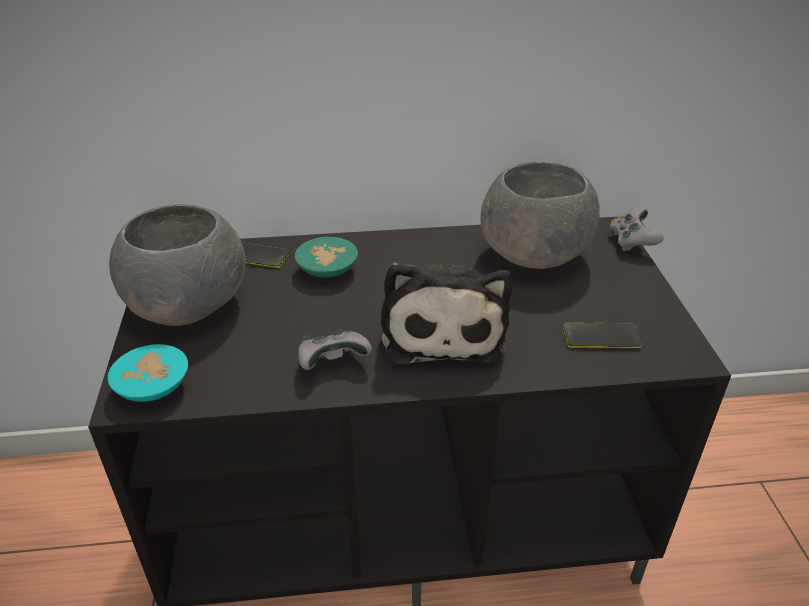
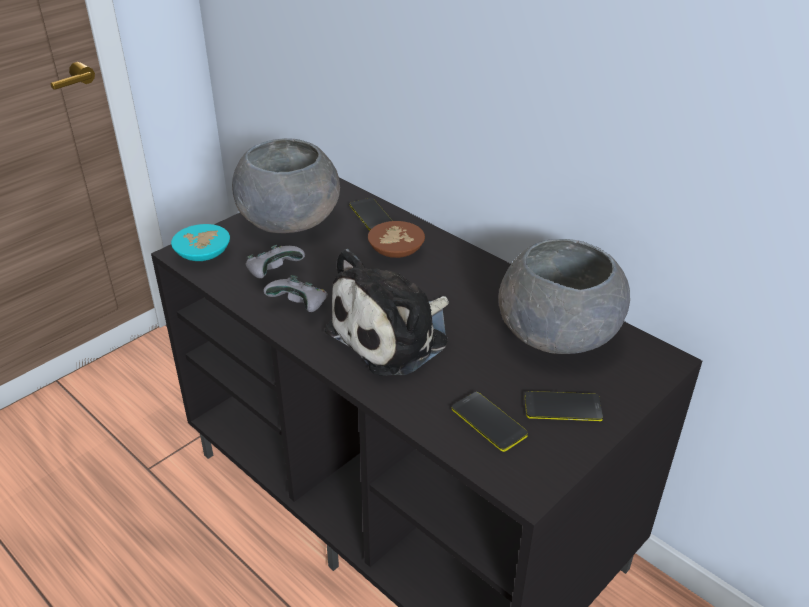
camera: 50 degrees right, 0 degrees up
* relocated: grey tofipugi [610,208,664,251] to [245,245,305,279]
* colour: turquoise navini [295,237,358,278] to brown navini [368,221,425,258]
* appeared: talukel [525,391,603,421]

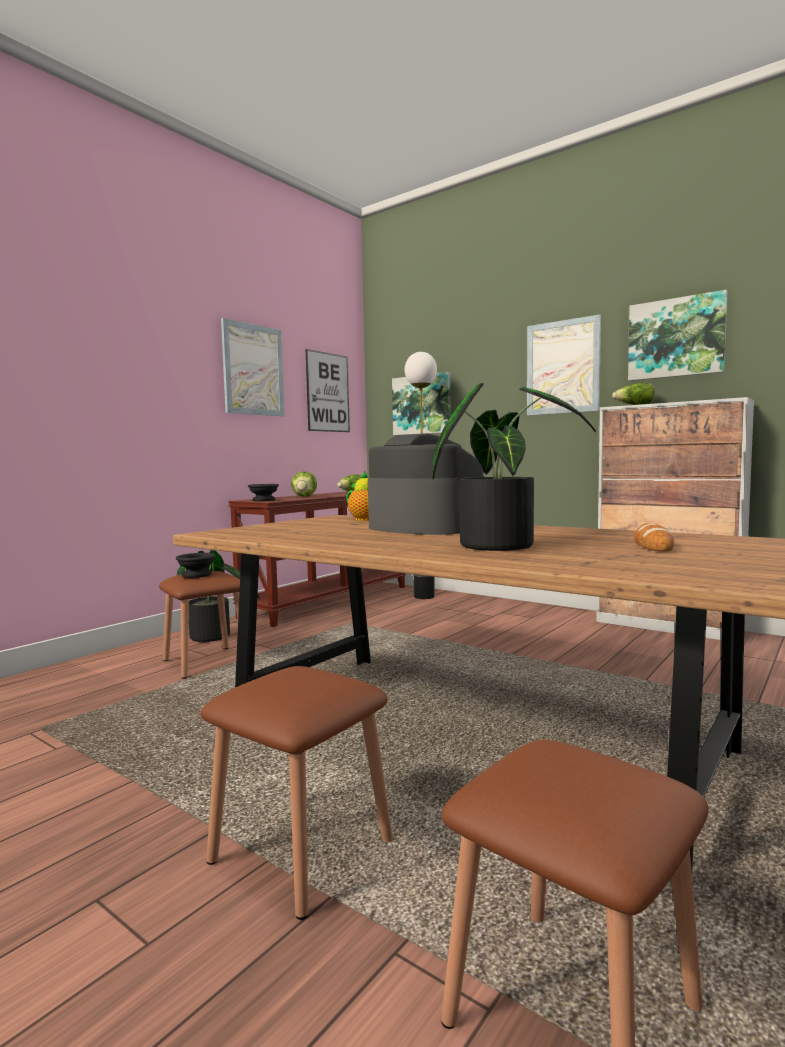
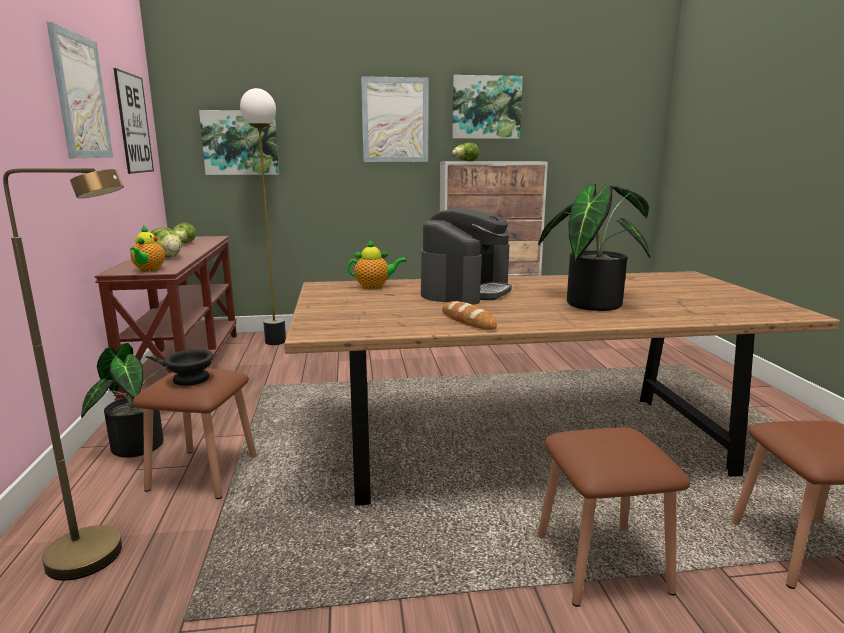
camera: 45 degrees left, 10 degrees up
* appeared: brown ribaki [3,168,124,581]
* exchanged: black navini [248,484,279,501] to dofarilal [130,225,165,272]
* spun: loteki [368,433,485,535] = [421,208,512,305] 120 degrees clockwise
* relocated: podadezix [634,523,674,552] to [442,301,497,330]

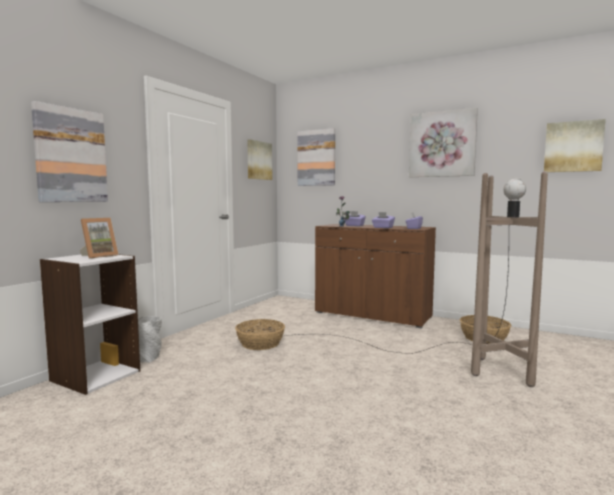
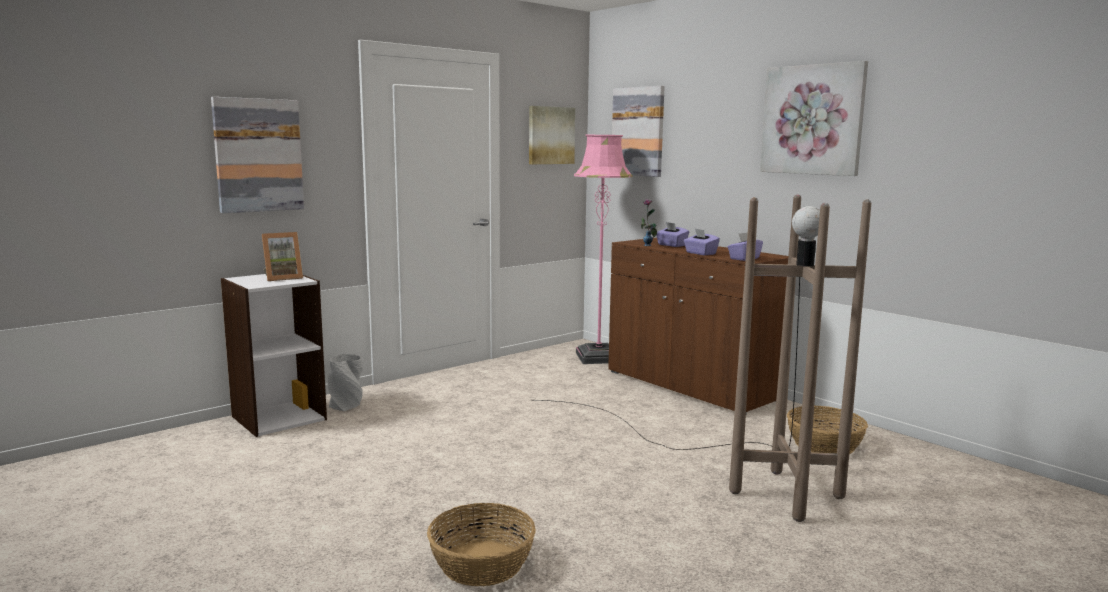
camera: 20 degrees right, 5 degrees up
* relocated: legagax [235,319,285,350] to [427,503,536,586]
* appeared: pink ribaki [574,135,633,364]
* missing: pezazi [544,119,606,172]

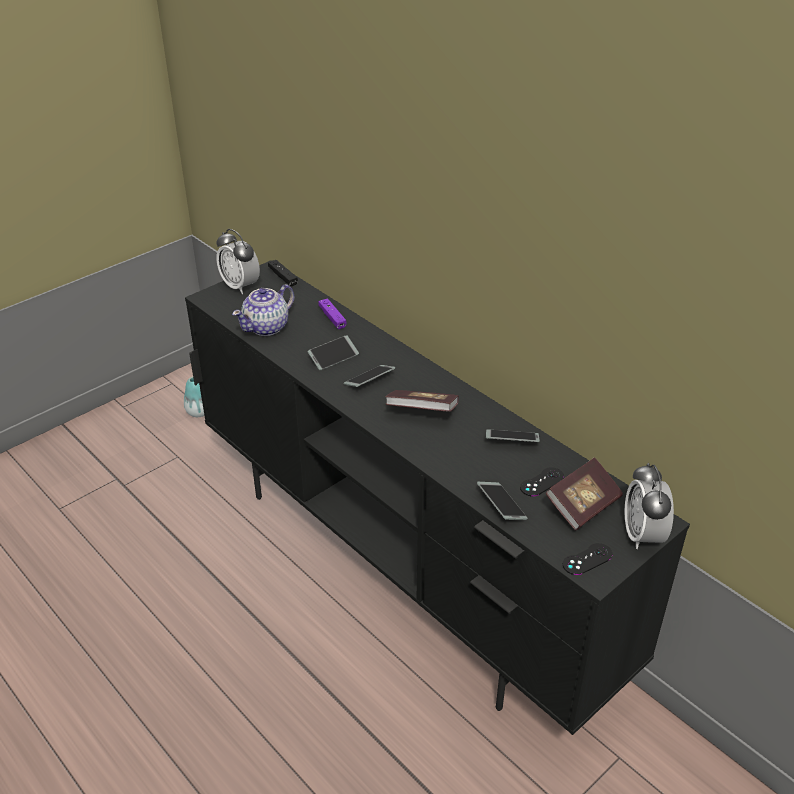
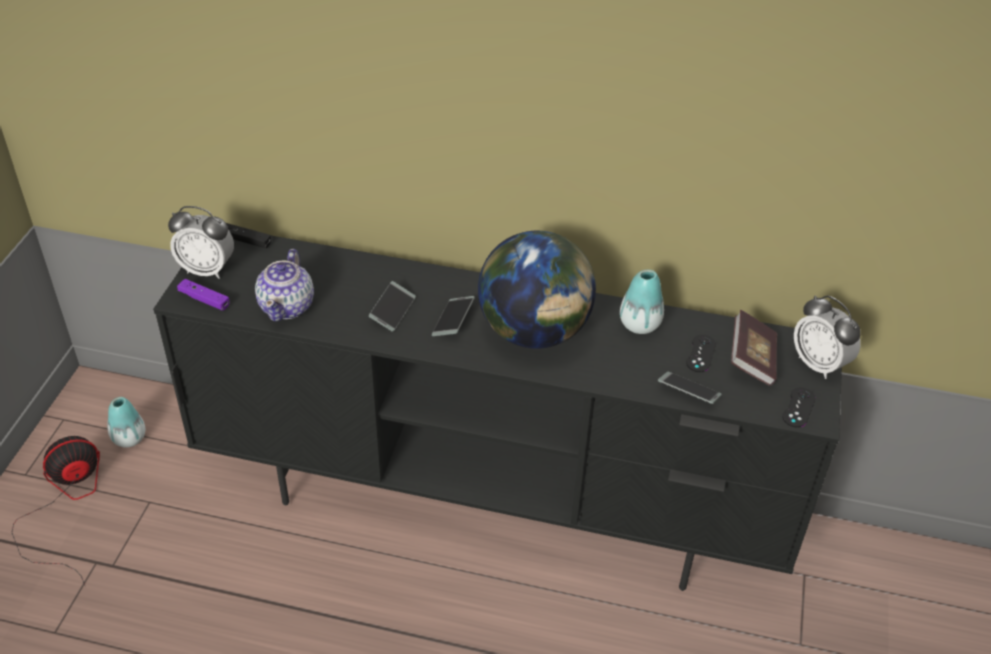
camera: 35 degrees left, 5 degrees up
* appeared: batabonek [12,436,100,587]
* relocated: purple tofipugi [319,298,346,329] to [177,279,230,311]
* exchanged: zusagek [385,390,459,412] to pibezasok [478,231,596,349]
* exchanged: talukel [486,429,540,442] to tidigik [620,270,664,334]

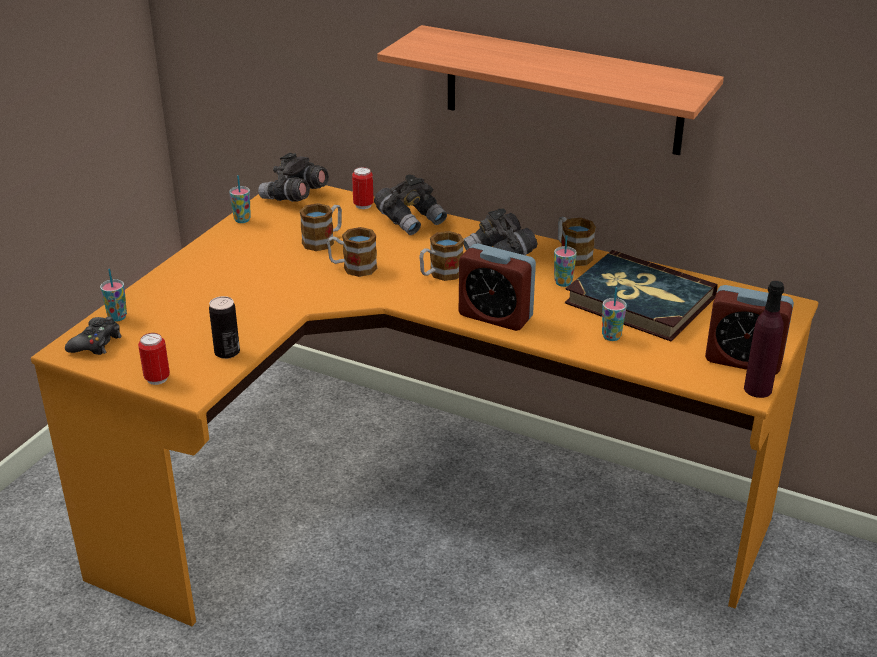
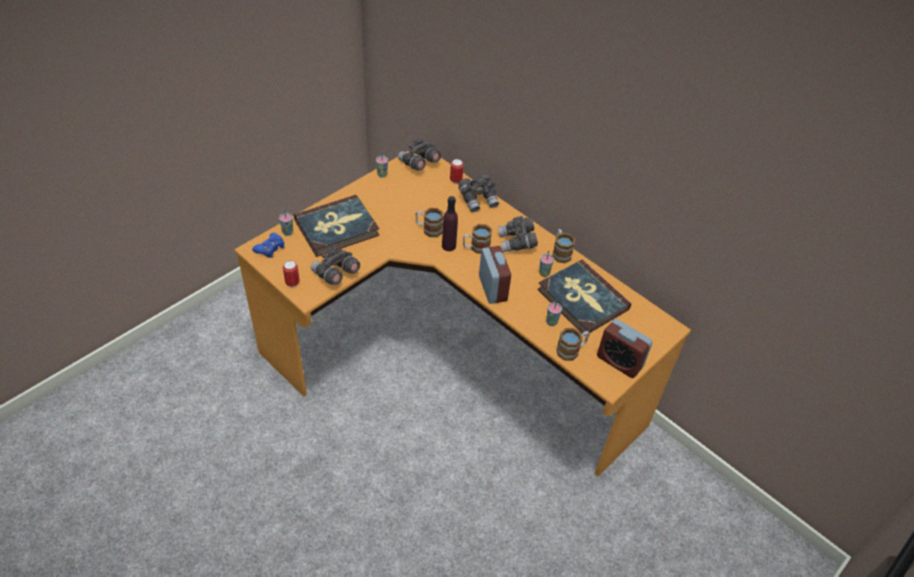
camera: 15 degrees right, 15 degrees up
* colour: black tofipugi [65,316,122,355] to blue tofipugi [252,233,285,258]
* appeared: zusagek [294,195,379,257]
* exchanged: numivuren [209,296,240,359] to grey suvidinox [311,247,360,285]
* relocated: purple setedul [744,281,784,398] to [442,196,458,251]
* spun: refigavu [459,243,536,331] = [479,246,511,304] 150 degrees counterclockwise
* relocated: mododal [300,203,342,251] to [556,328,589,361]
* missing: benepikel [377,25,724,155]

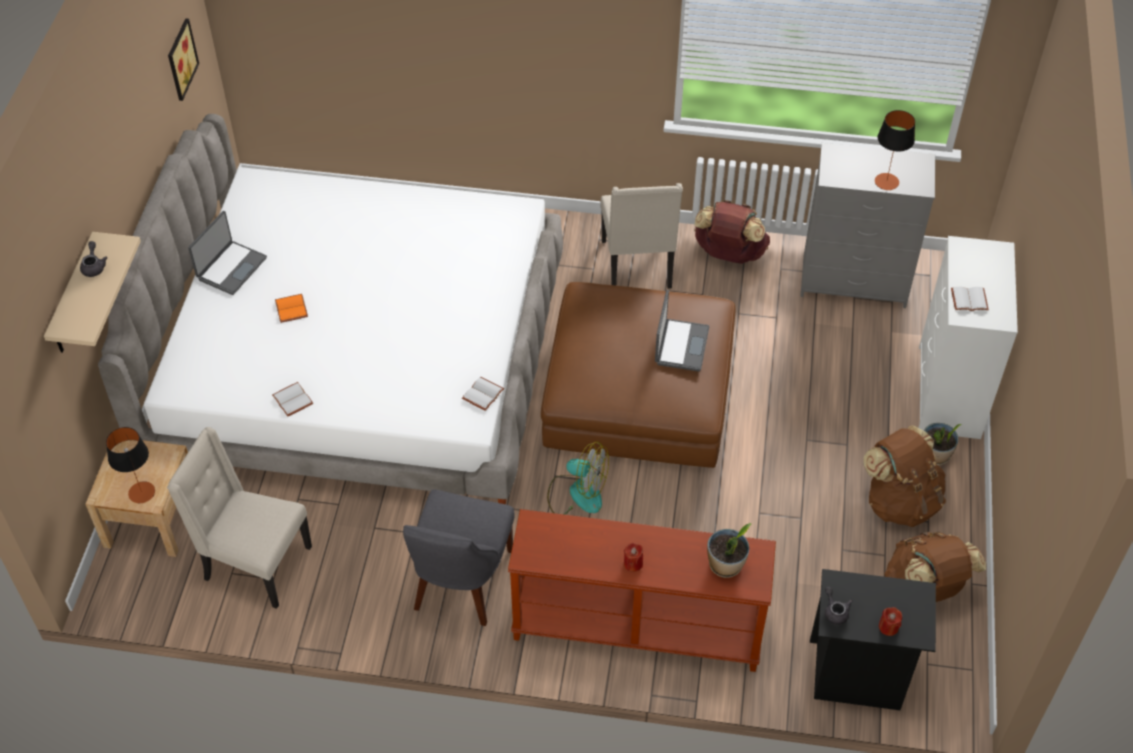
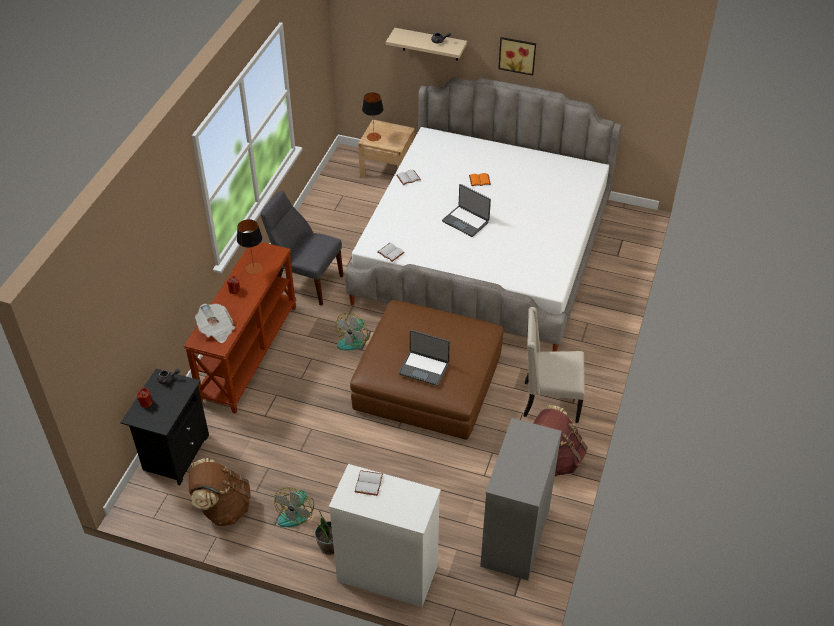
camera: 100 degrees right, 5 degrees down
* exchanged: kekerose [707,523,752,578] to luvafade [195,304,235,343]
* relocated: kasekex [875,110,915,190] to [237,219,262,274]
* exchanged: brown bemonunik [863,425,946,527] to batabonek [274,487,314,527]
* relocated: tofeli [188,211,267,295] to [442,184,491,237]
* relocated: pezazi [168,18,199,101] to [498,37,536,76]
* missing: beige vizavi [167,427,312,609]

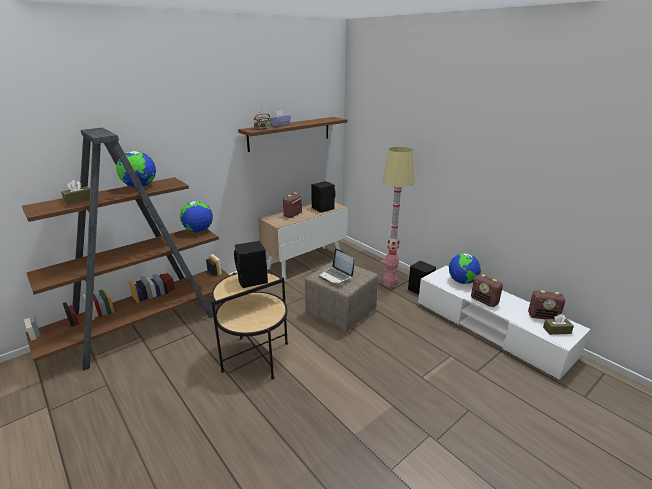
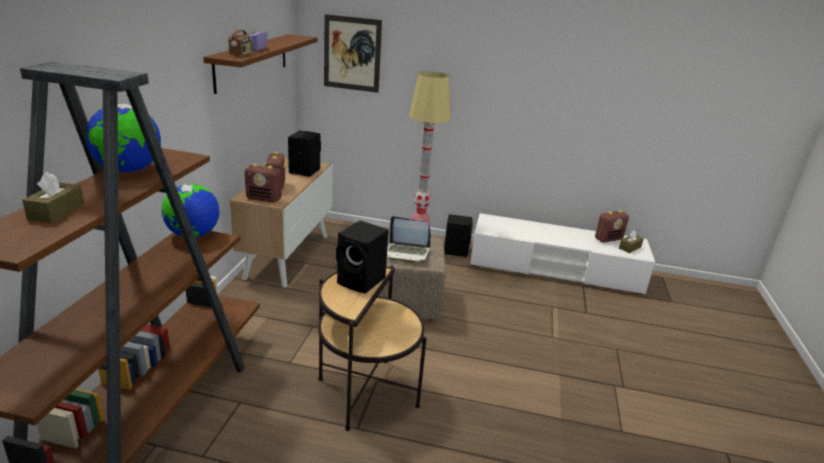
camera: 40 degrees left, 0 degrees up
* relocated: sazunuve [471,274,503,307] to [245,164,282,203]
* appeared: pezazi [324,14,382,93]
* missing: pibezasok [449,253,481,284]

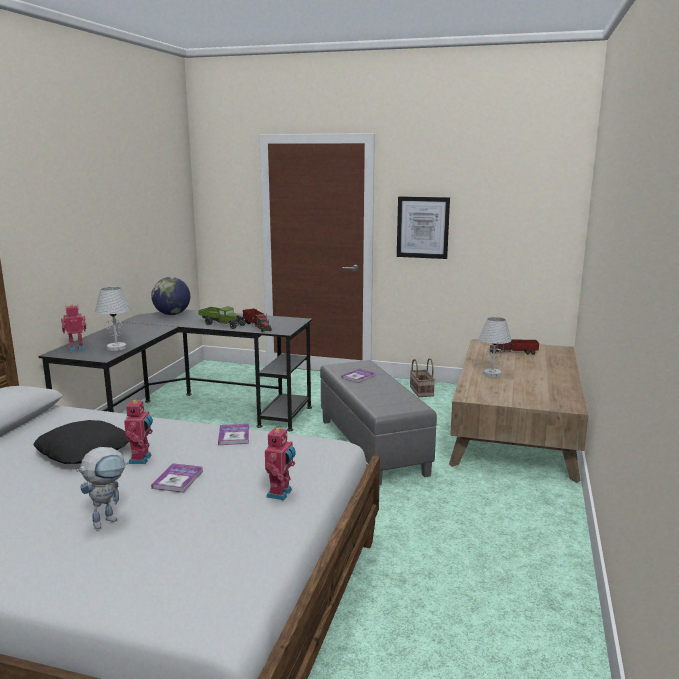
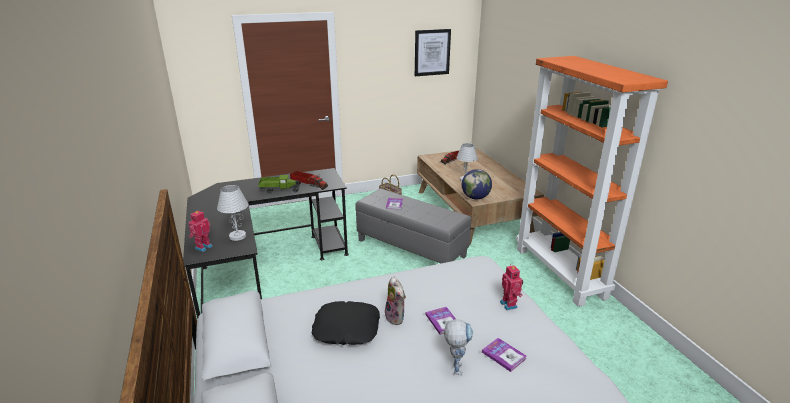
camera: 35 degrees left, 10 degrees up
* exchanged: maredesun [124,398,153,464] to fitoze [385,276,406,325]
* relocated: pezazi [397,196,450,259] to [415,29,451,76]
* relocated: pibezasok [151,277,190,315] to [462,169,492,200]
* relocated: zusagek [218,424,249,445] to [482,338,527,372]
* appeared: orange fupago [516,56,668,307]

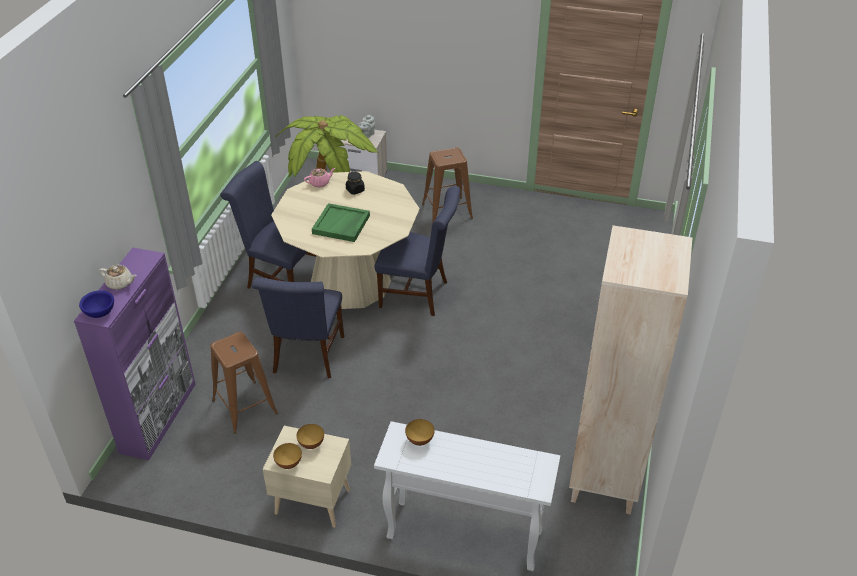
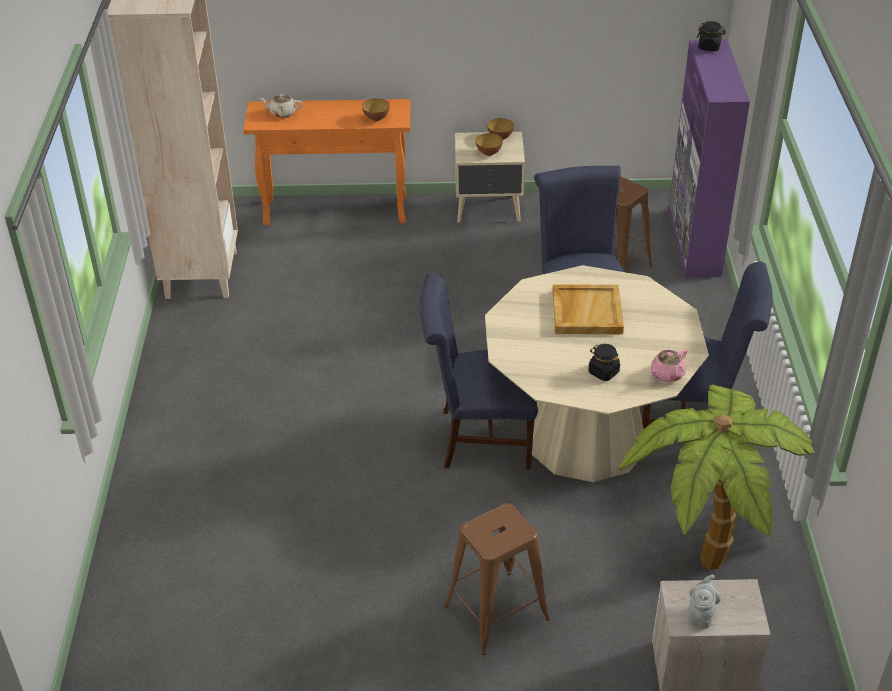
camera: 165 degrees right, 0 degrees up
* colour: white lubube [374,421,560,571] to orange lubube [243,99,411,226]
* relocated: beige dofarilal [99,265,137,290] to [259,94,302,118]
* colour: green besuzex [312,203,370,242] to beige besuzex [553,284,624,334]
* exchanged: blue navini [79,290,114,318] to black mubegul [697,21,726,51]

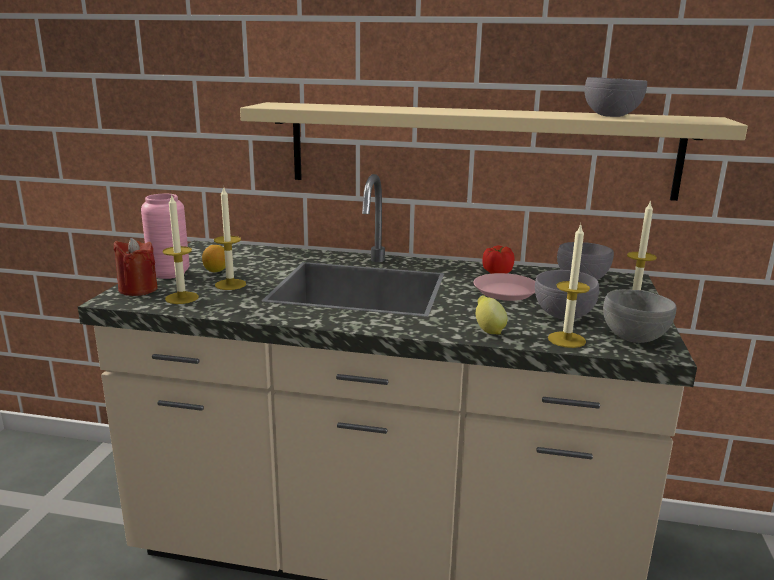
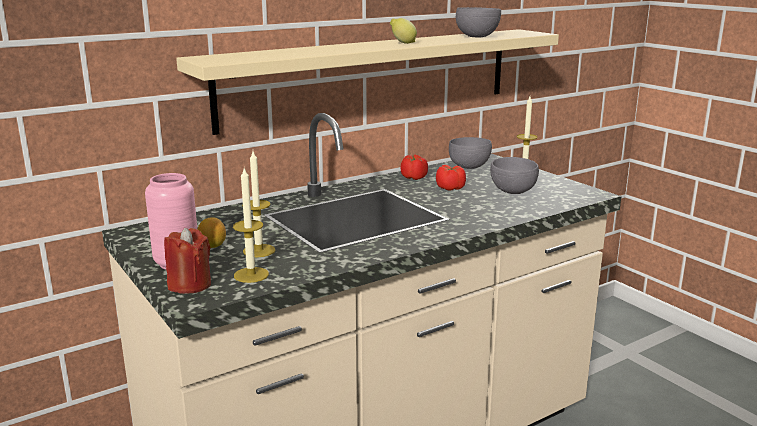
camera: 45 degrees left, 0 degrees up
* relocated: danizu [475,295,508,335] to [390,18,417,44]
* exchanged: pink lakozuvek [474,273,535,301] to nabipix [436,165,466,191]
* missing: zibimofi [548,224,590,348]
* missing: grey navini [603,289,676,343]

